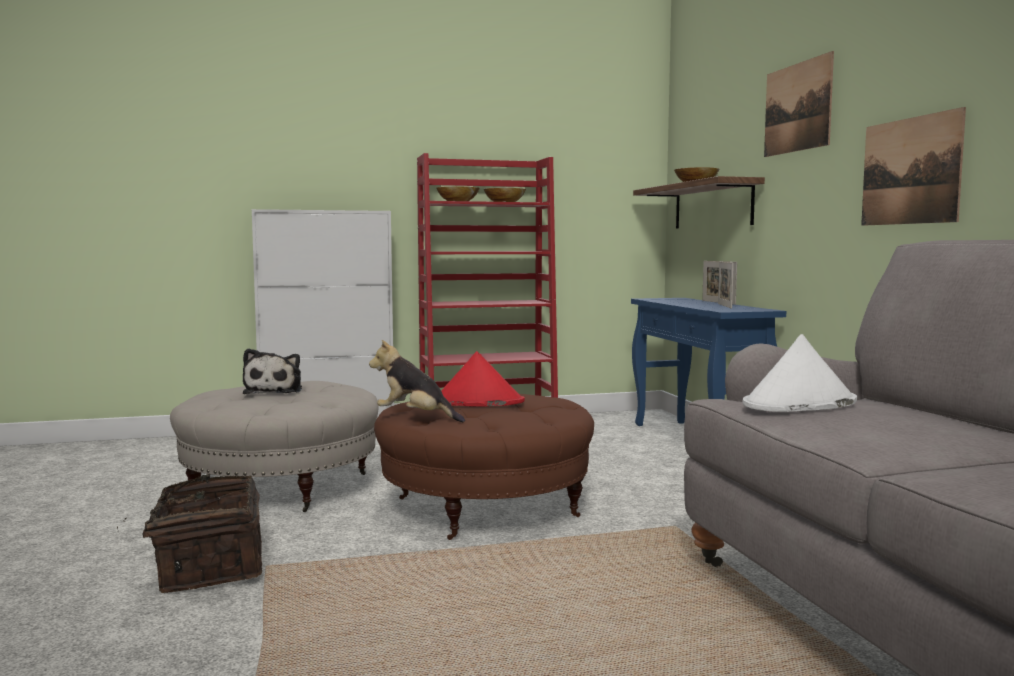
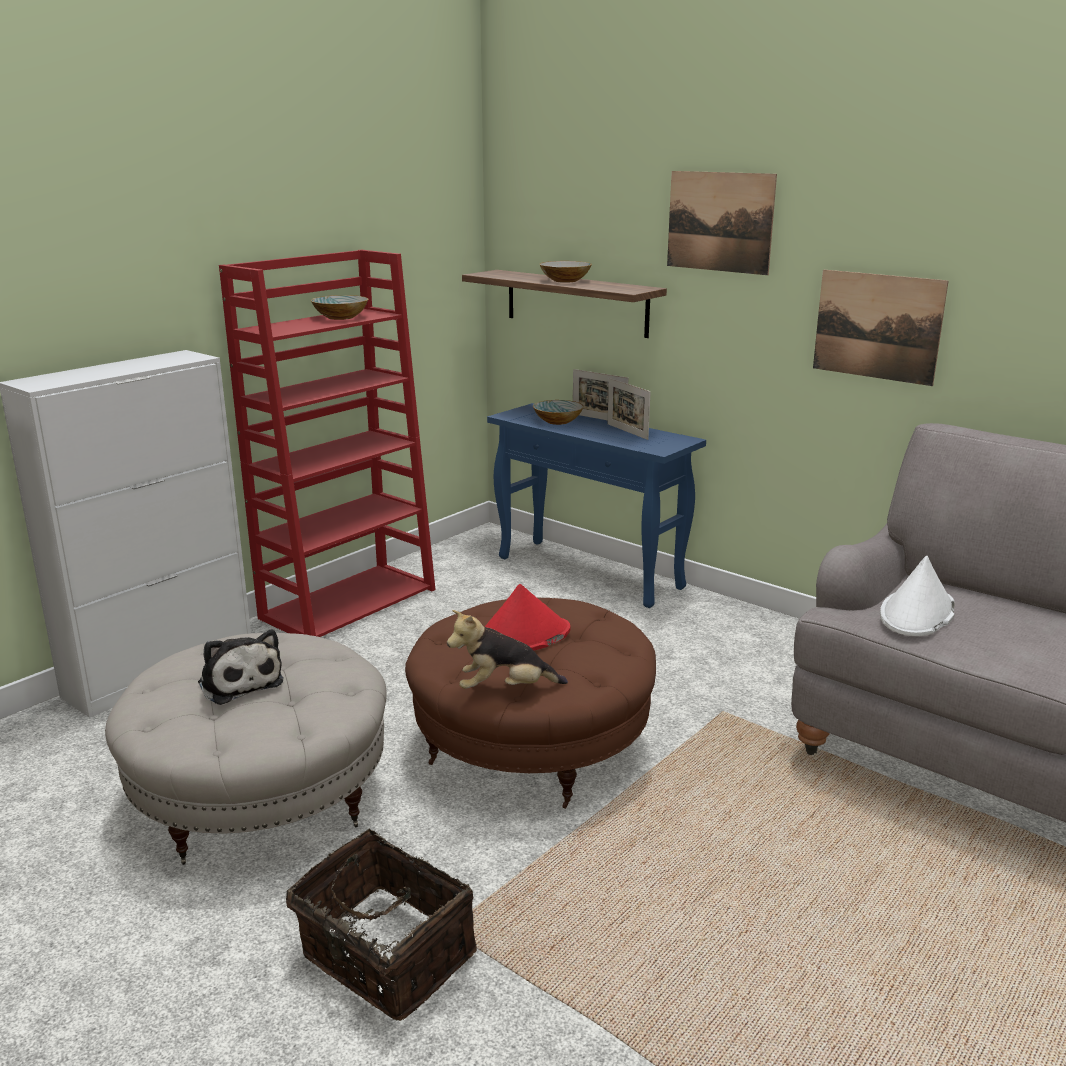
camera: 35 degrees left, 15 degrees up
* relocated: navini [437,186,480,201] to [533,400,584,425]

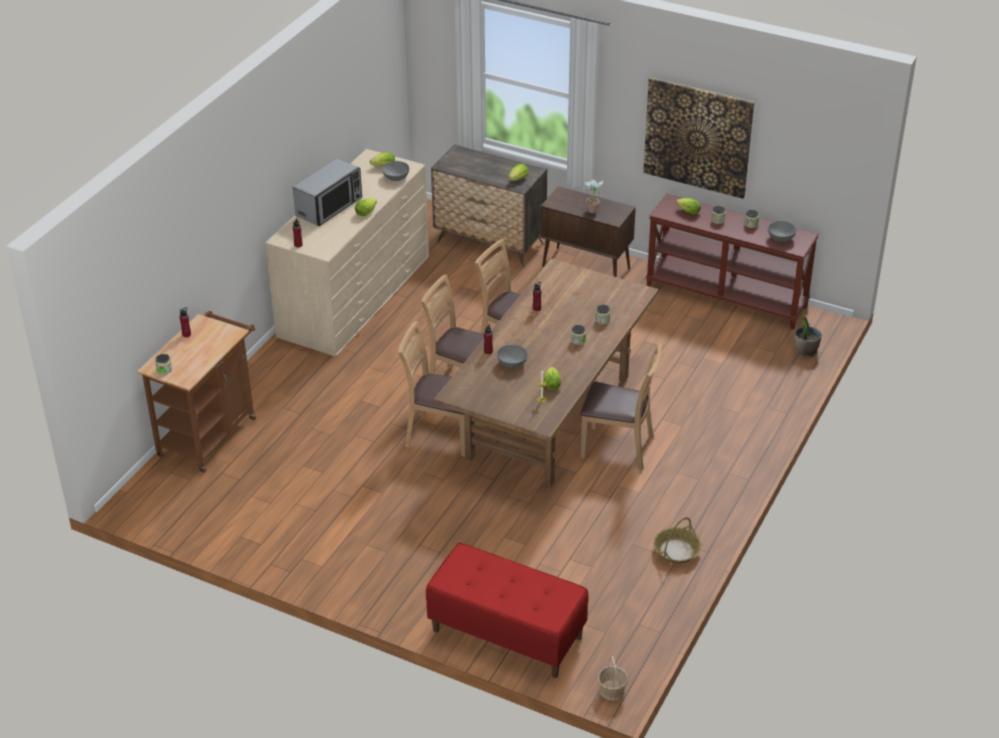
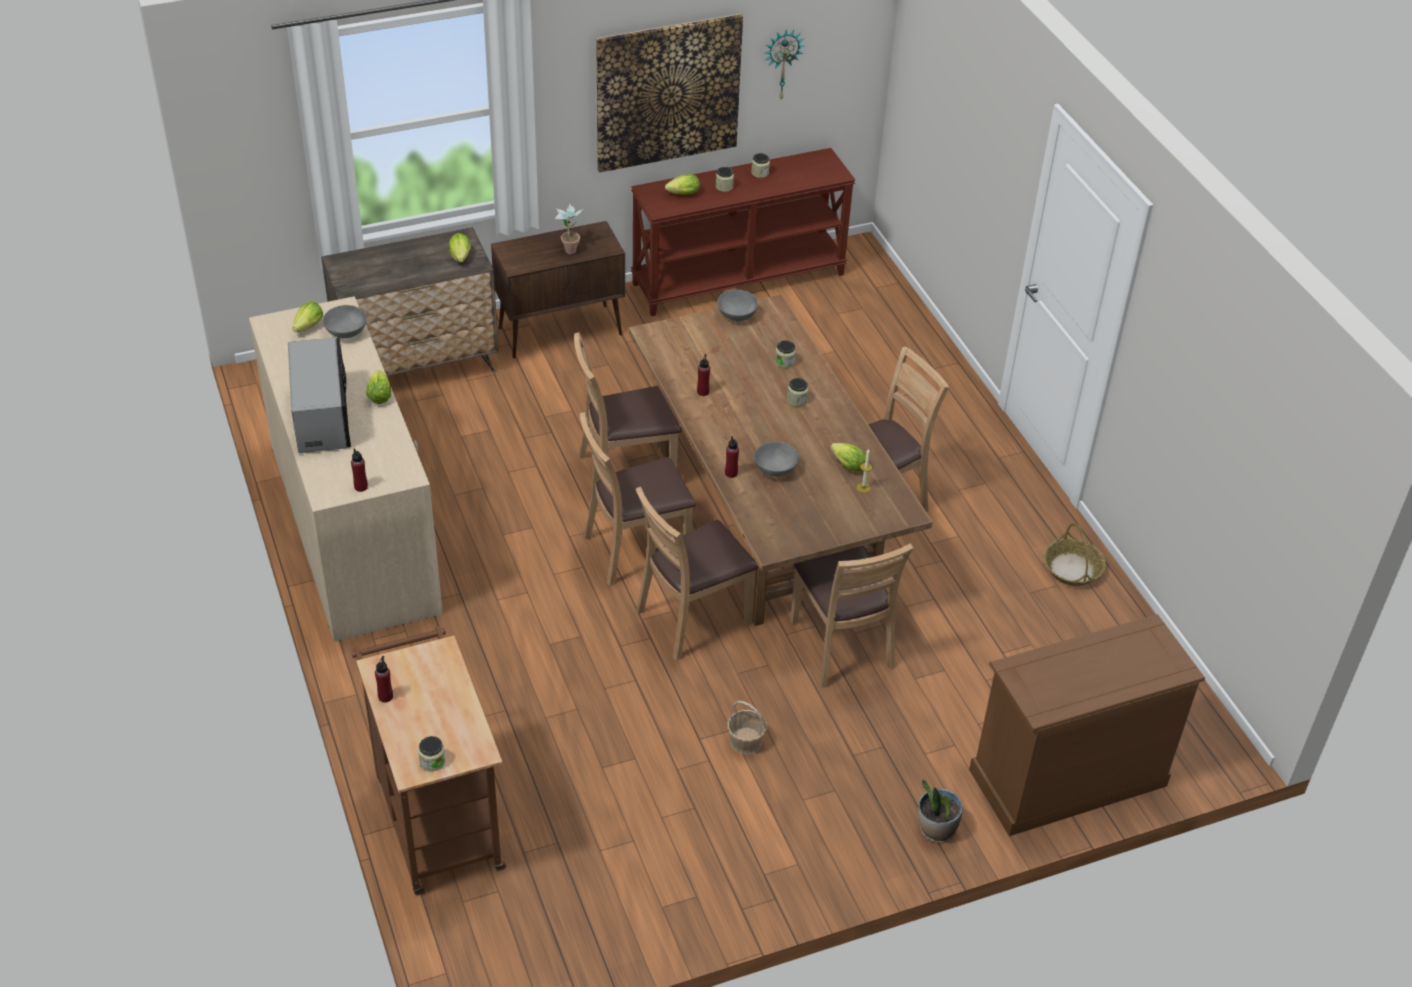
camera: 50 degrees left, 5 degrees up
* relocated: grey navini [768,221,796,242] to [717,290,758,321]
* relocated: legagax [598,656,628,700] to [727,701,767,754]
* appeared: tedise [765,30,804,99]
* appeared: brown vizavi [790,543,914,688]
* relocated: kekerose [795,310,822,358] to [918,780,963,843]
* exchanged: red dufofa [426,543,589,678] to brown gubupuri [969,614,1205,836]

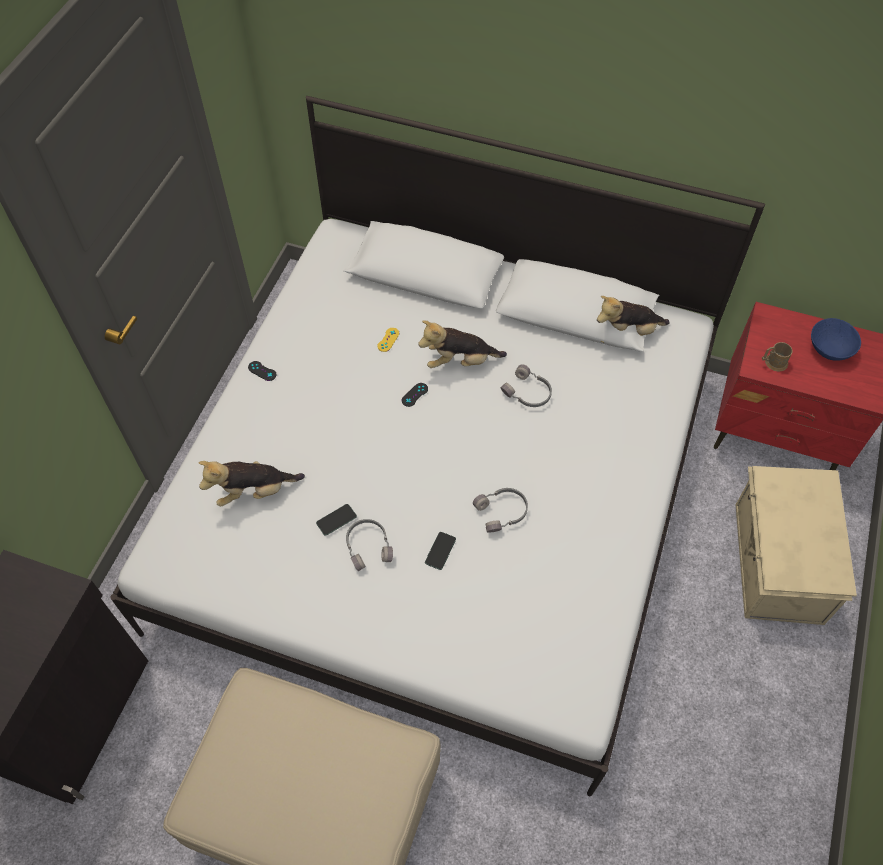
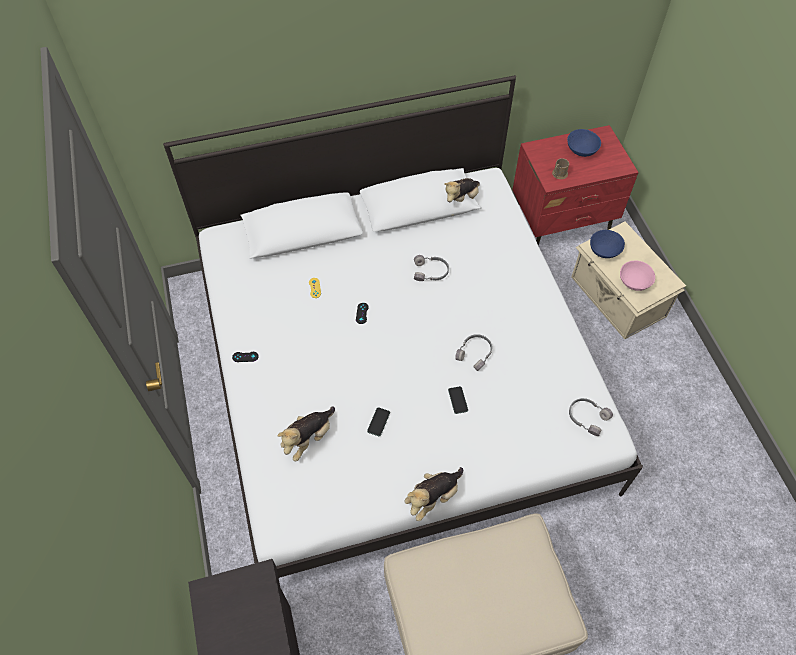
camera: 35 degrees left, 0 degrees up
* relocated: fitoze [418,320,507,368] to [405,467,463,521]
* relocated: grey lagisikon [346,519,393,571] to [569,398,613,436]
* appeared: blue navini [590,230,625,258]
* appeared: pink navini [620,261,655,291]

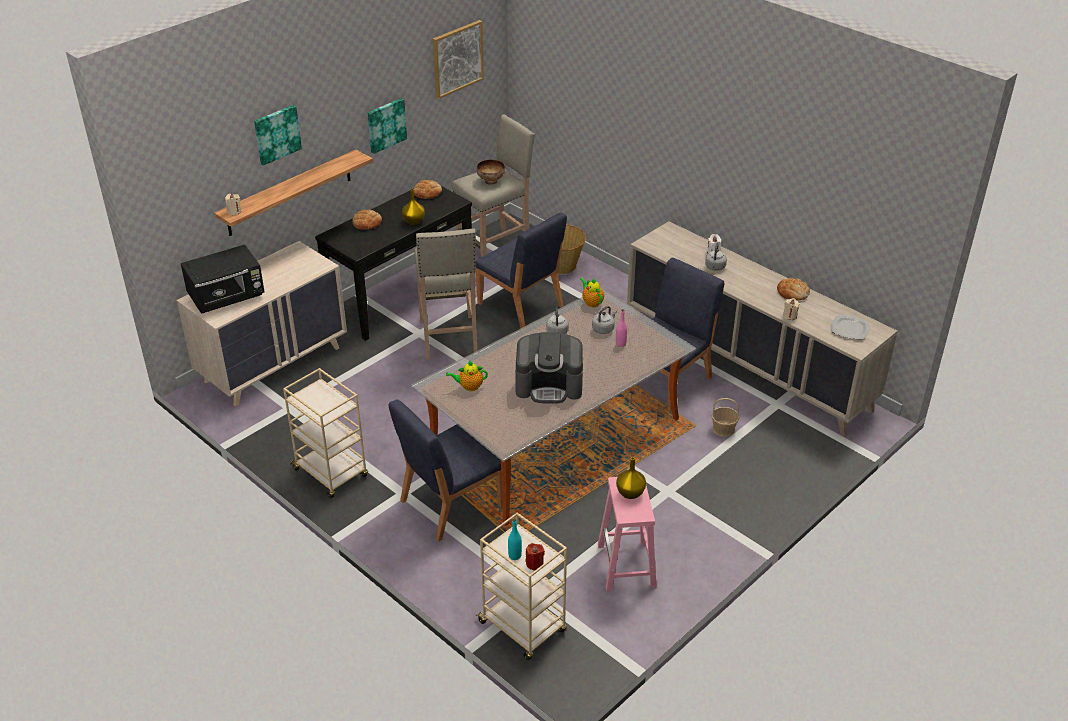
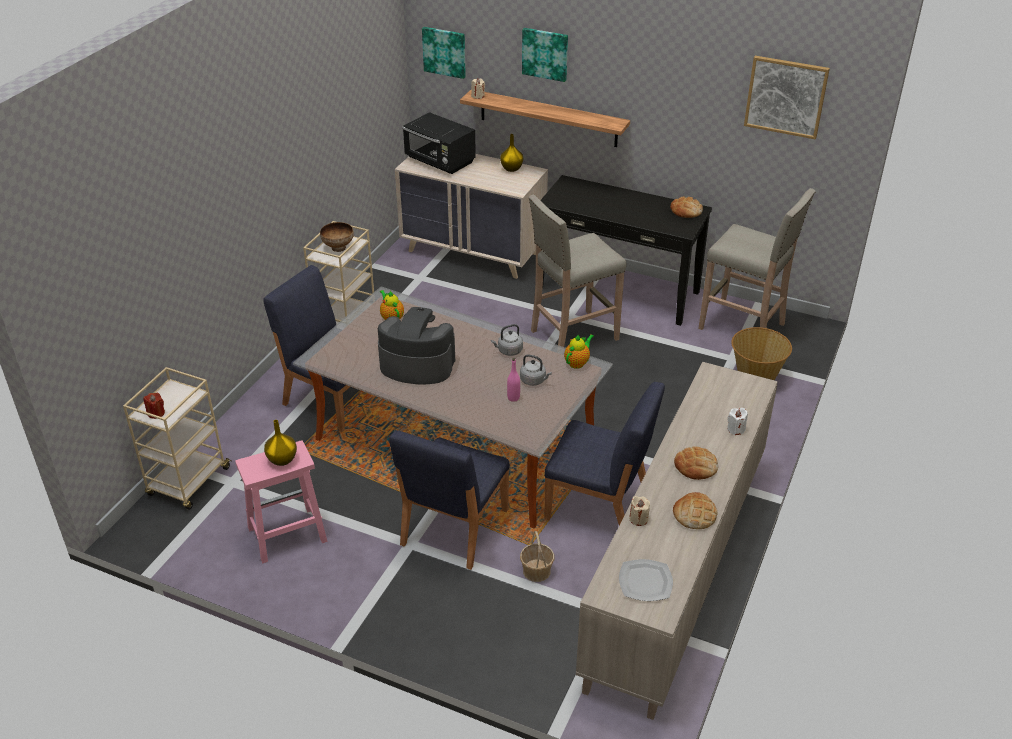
camera: 70 degrees right, 0 degrees up
* relocated: navini [476,159,505,185] to [320,222,354,252]
* spun: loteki [515,332,583,404] = [378,307,455,385] 120 degrees clockwise
* relocated: blue vizavi [476,212,567,328] to [389,430,510,570]
* relocated: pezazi [368,98,407,154] to [422,27,466,79]
* relocated: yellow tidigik [402,189,425,225] to [500,134,523,172]
* relocated: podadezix [352,210,382,230] to [674,447,718,480]
* missing: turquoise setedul [508,519,522,560]
* missing: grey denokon [705,243,727,271]

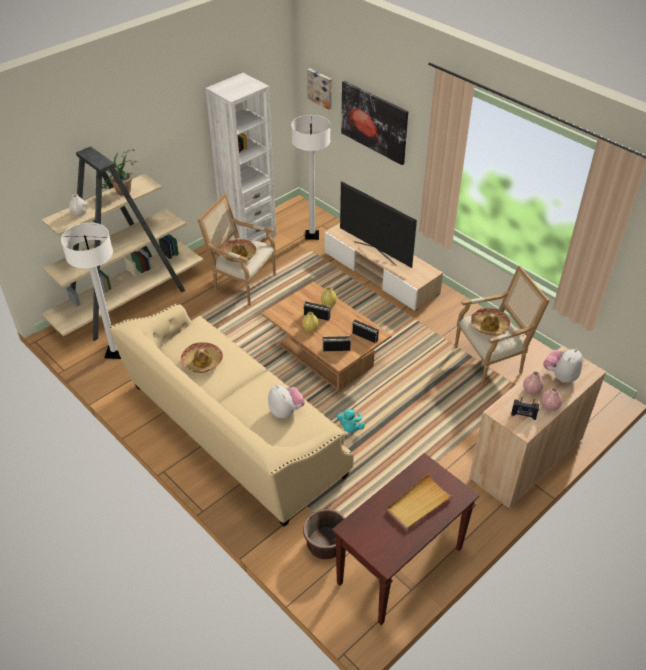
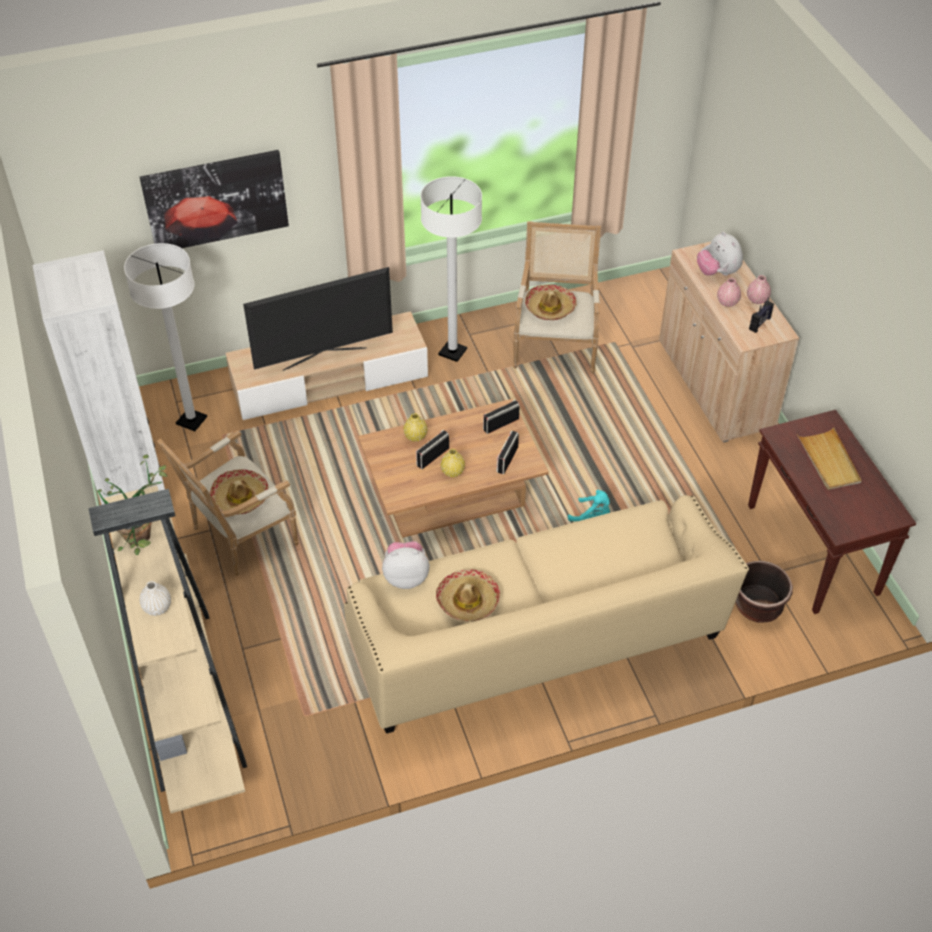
camera: 65 degrees left, 5 degrees up
* relocated: fitoze [268,384,305,419] to [382,541,430,589]
* relocated: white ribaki [61,223,121,359] to [420,176,482,362]
* missing: pezazi [307,68,332,109]

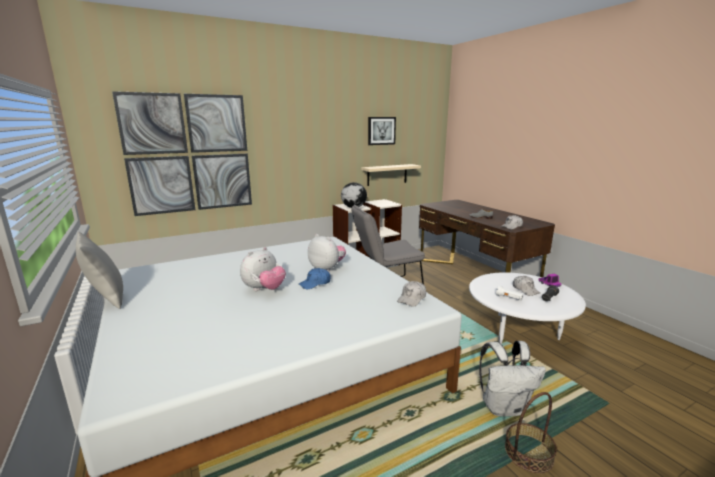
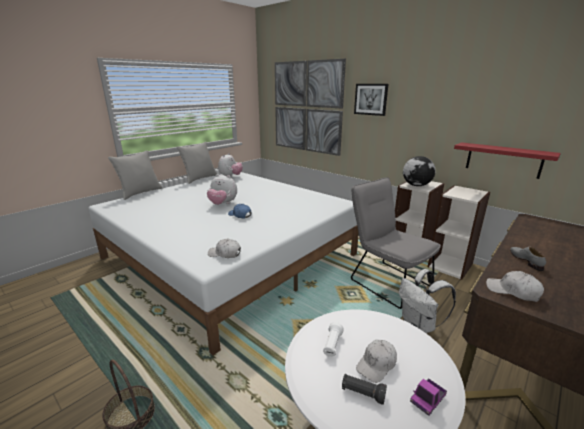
camera: 70 degrees right, 5 degrees up
* appeared: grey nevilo [108,150,162,200]
* relocated: fitoze [308,234,346,272] to [218,153,243,176]
* relocated: pezazi [368,117,396,145] to [354,84,388,116]
* relocated: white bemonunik [479,341,546,417] to [399,269,456,333]
* colour: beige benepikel [361,164,421,186] to red benepikel [454,142,561,179]

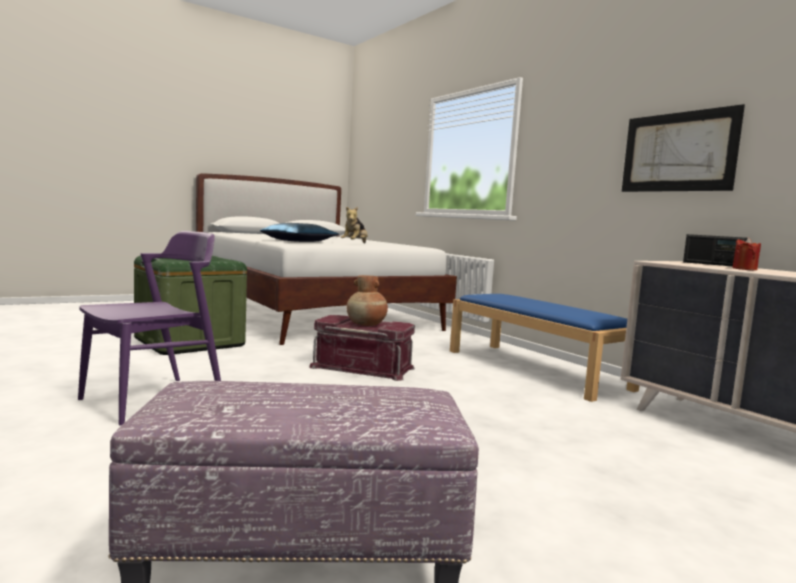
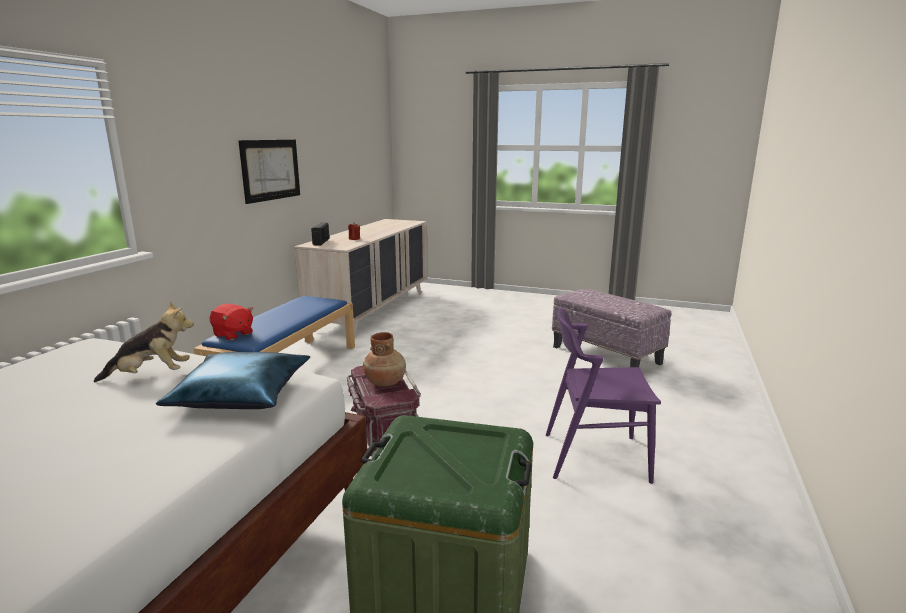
camera: 125 degrees left, 10 degrees up
* appeared: red fitoze [209,304,253,340]

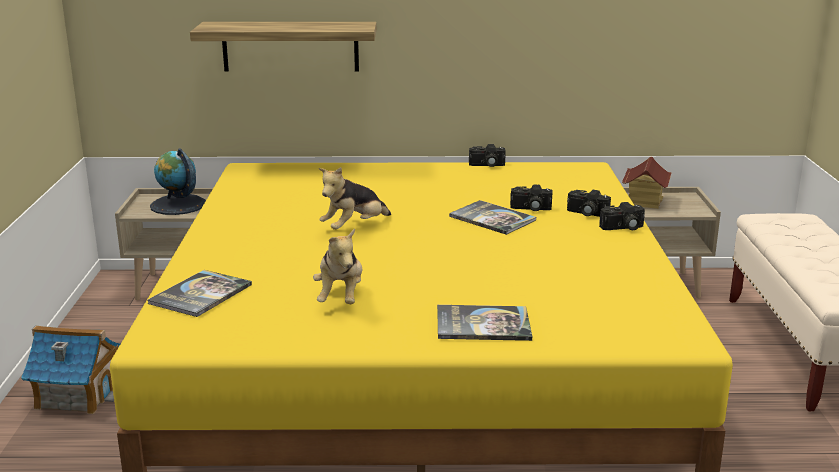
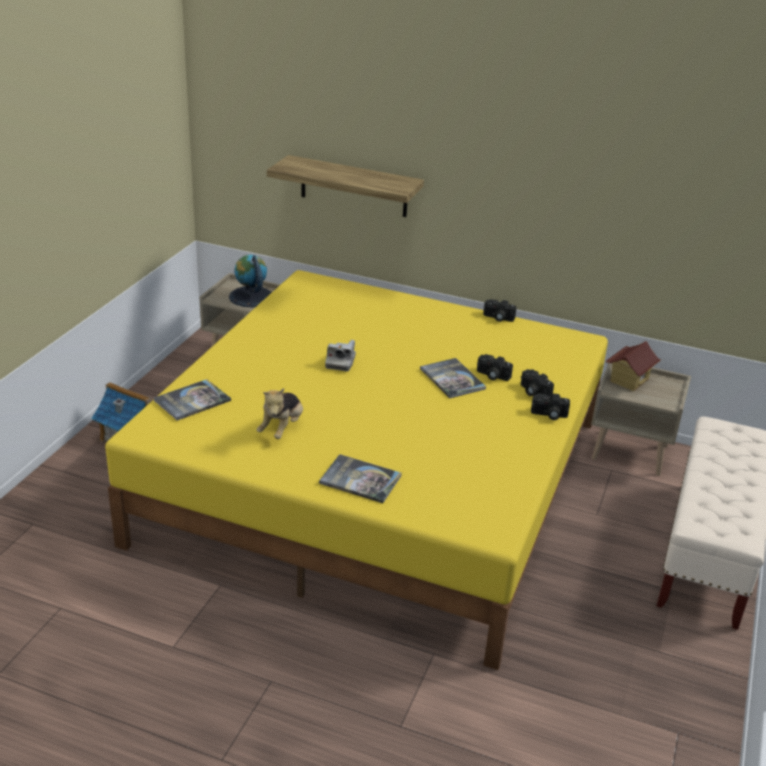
camera: 20 degrees right, 10 degrees up
* exchanged: fitoze [319,167,391,230] to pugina [325,340,356,371]

